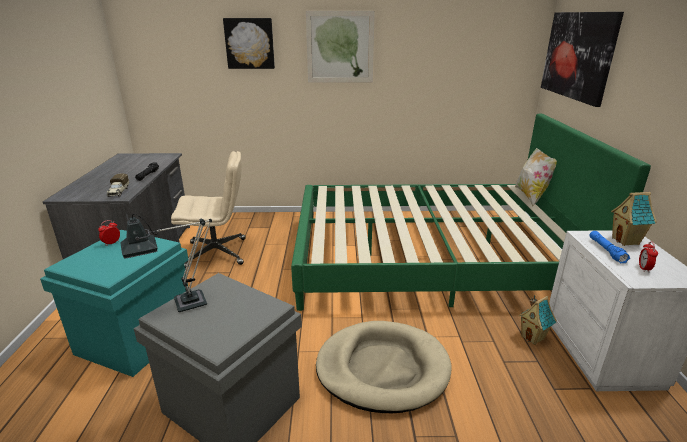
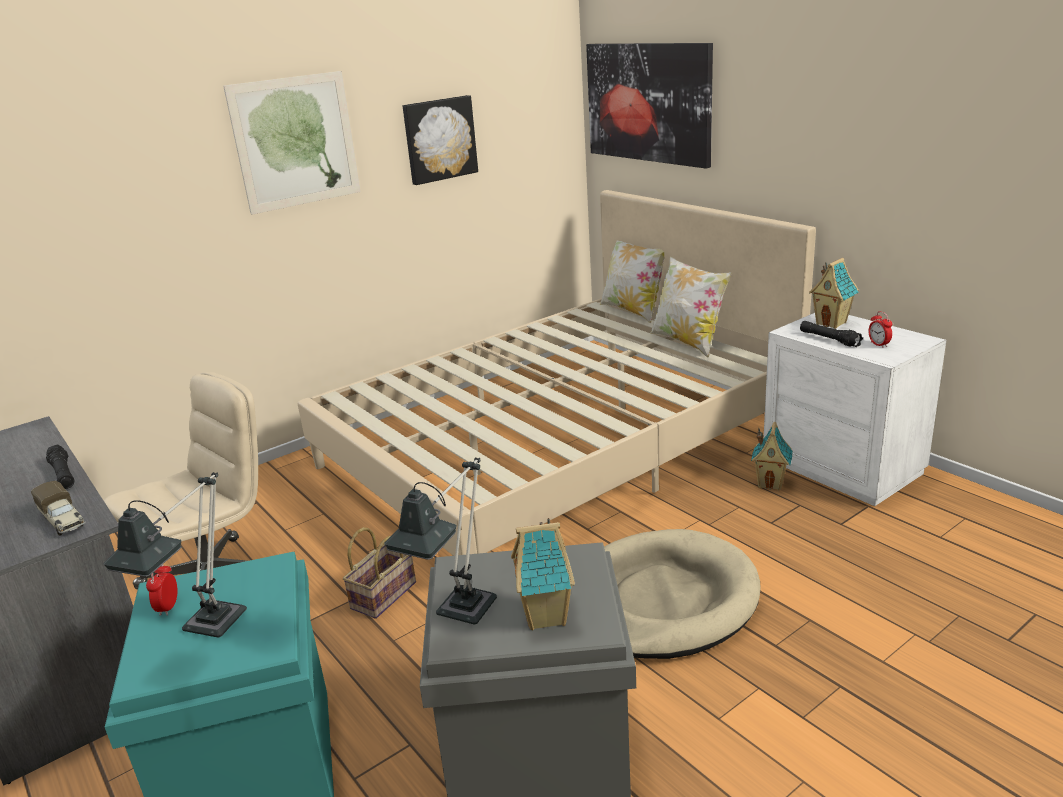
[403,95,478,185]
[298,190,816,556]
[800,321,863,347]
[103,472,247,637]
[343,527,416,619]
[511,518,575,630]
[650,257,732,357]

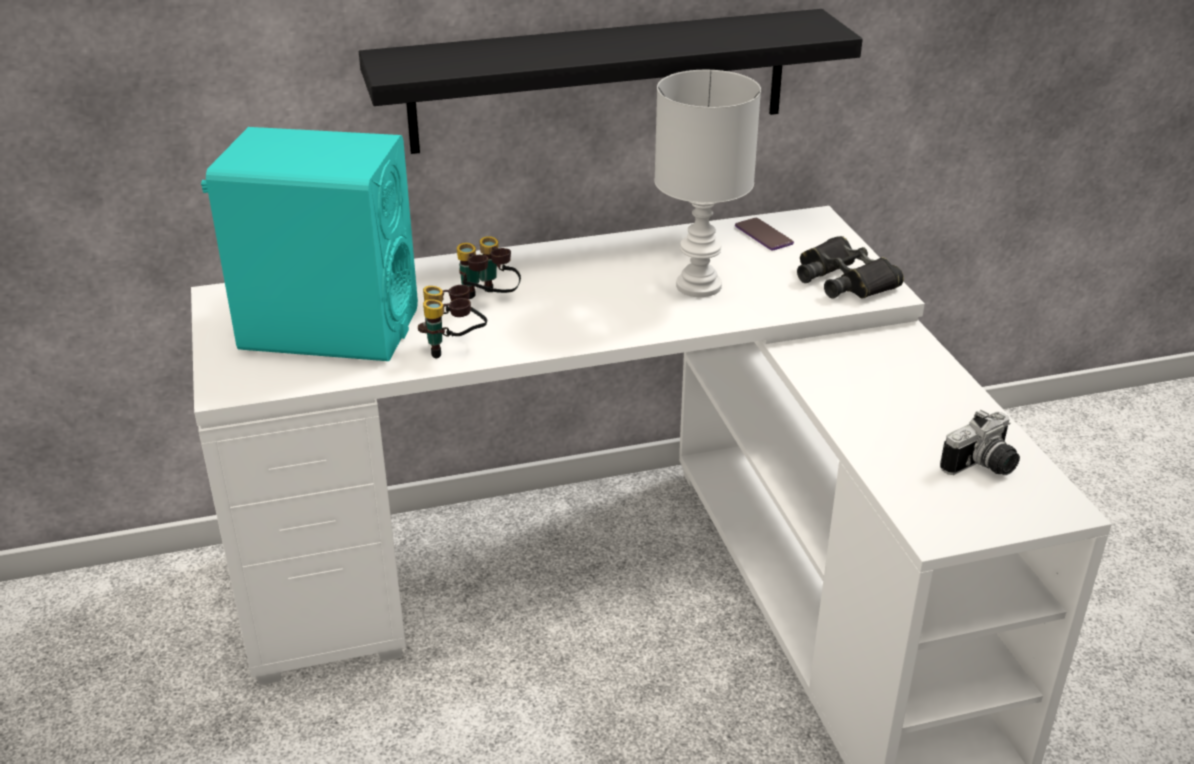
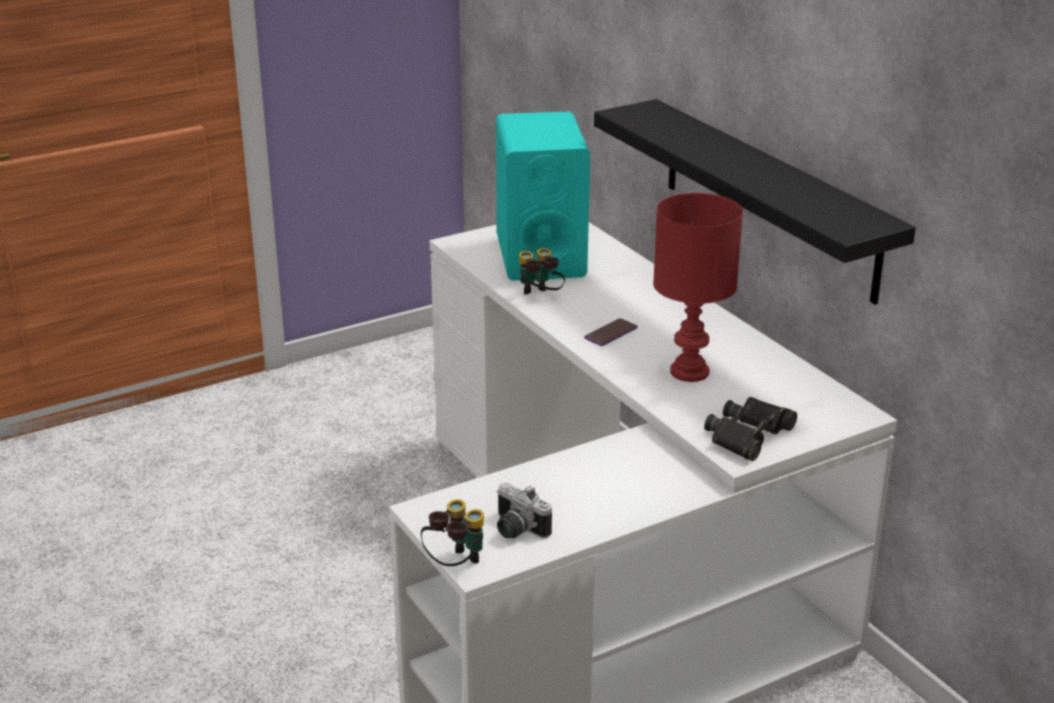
[421,499,484,566]
[653,193,743,382]
[584,318,638,346]

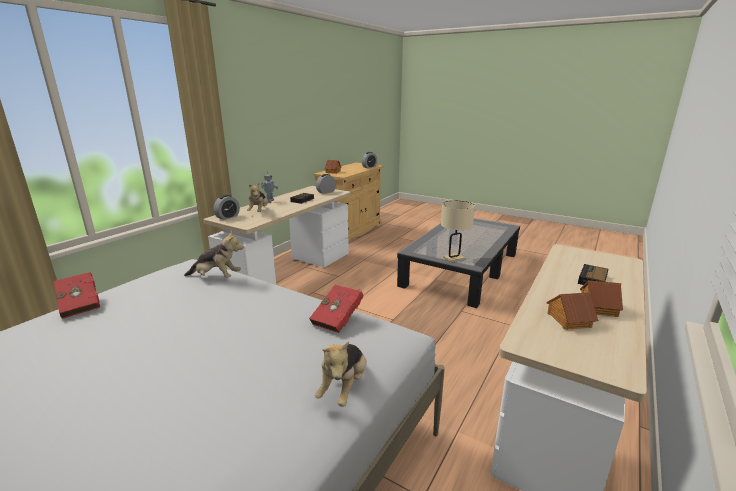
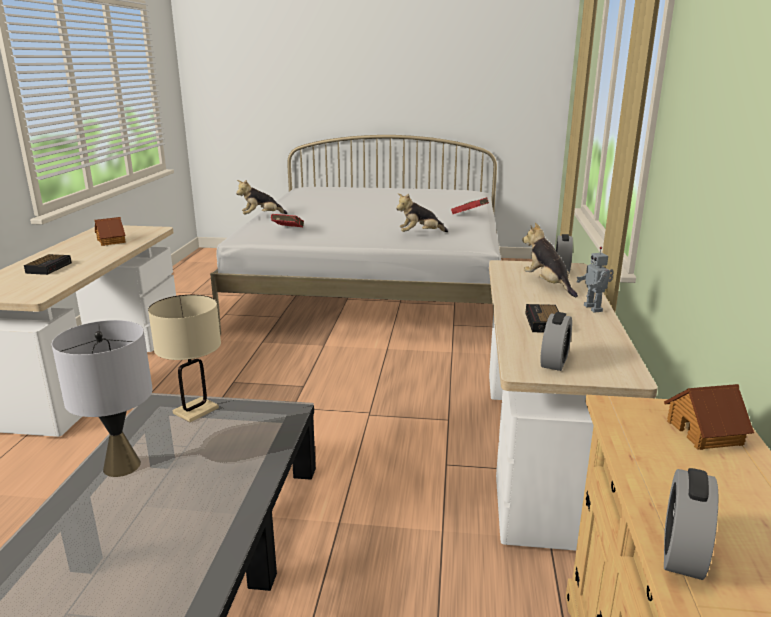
[236,180,288,214]
[580,280,623,317] (first image)
[51,320,153,477]

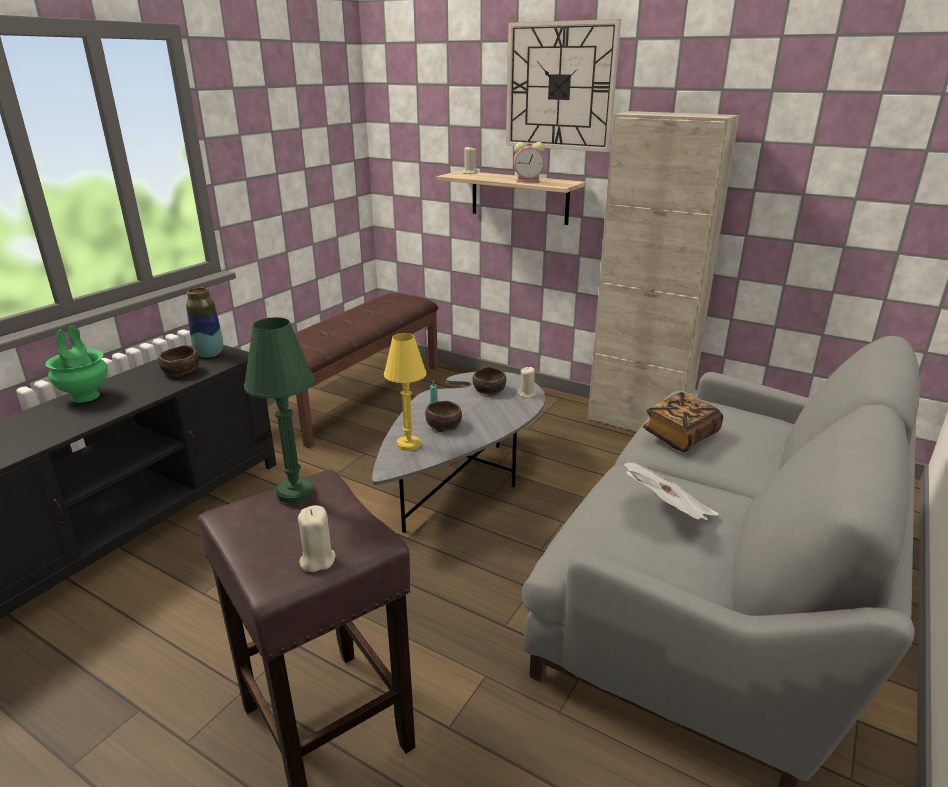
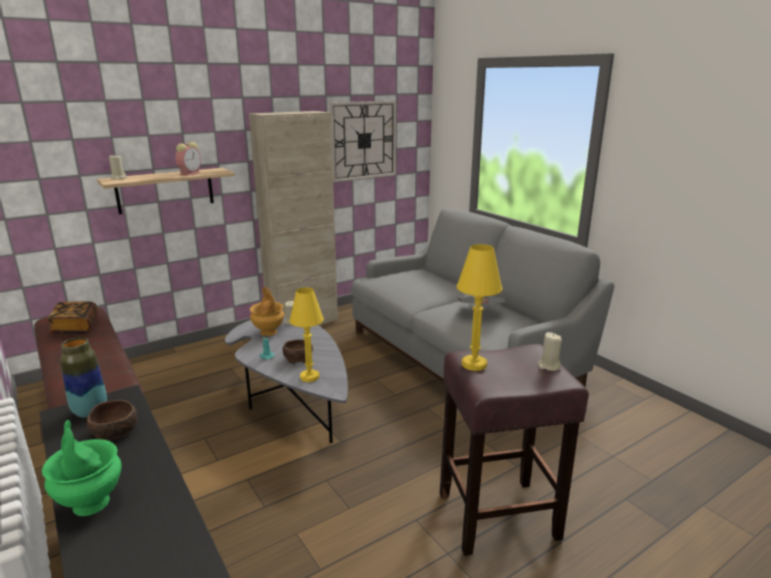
[457,244,502,371]
[250,287,284,336]
[329,101,396,182]
[47,301,98,334]

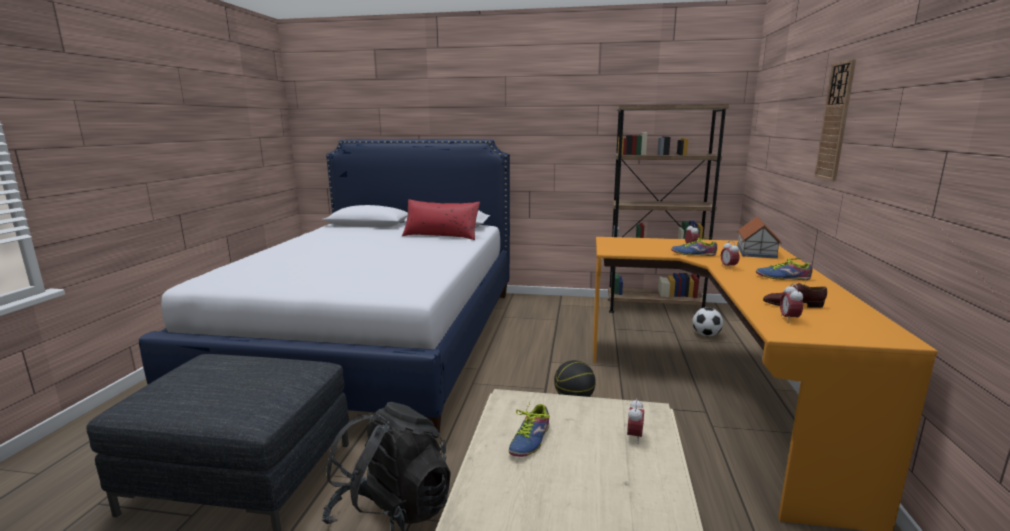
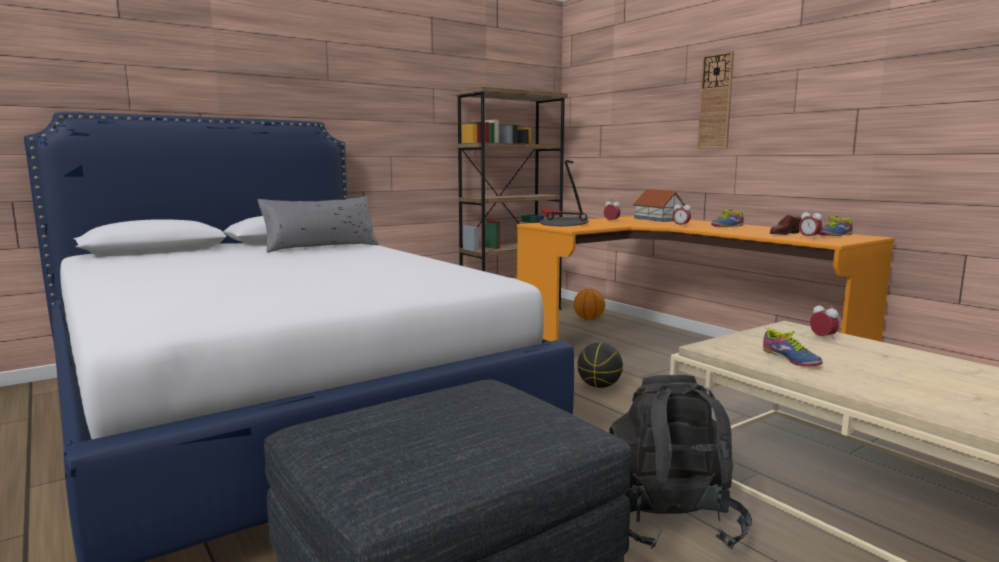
[258,196,378,253]
[819,216,853,236]
[574,288,605,320]
[540,160,589,226]

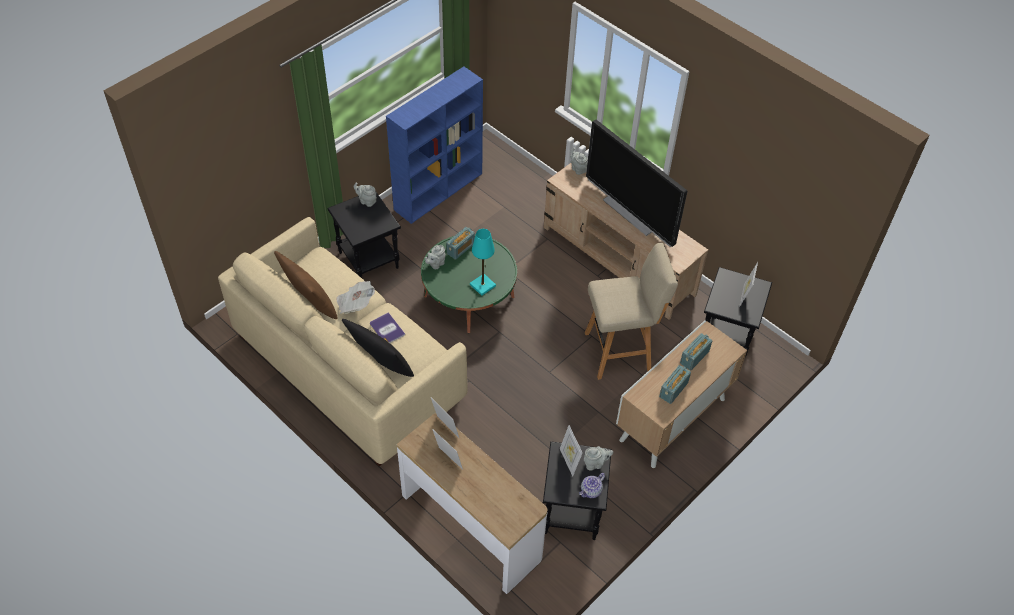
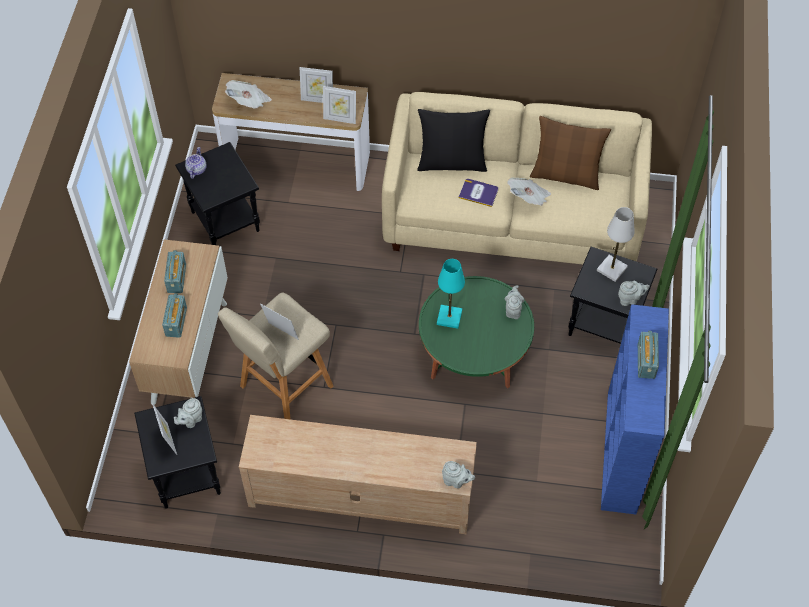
[638,331,659,379]
[260,304,299,340]
[174,398,202,428]
[586,120,687,247] (first image)
[225,80,272,109]
[597,207,635,282]

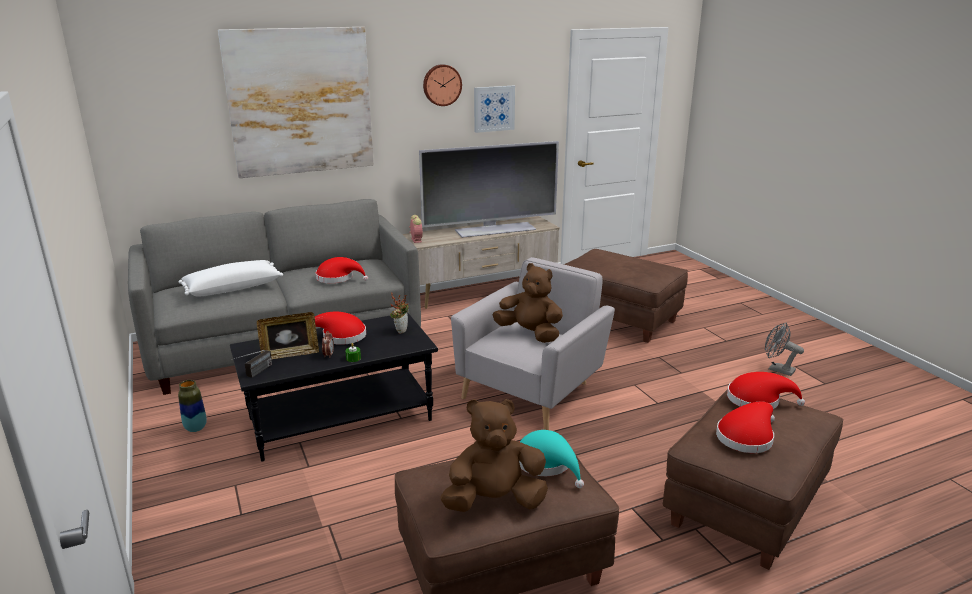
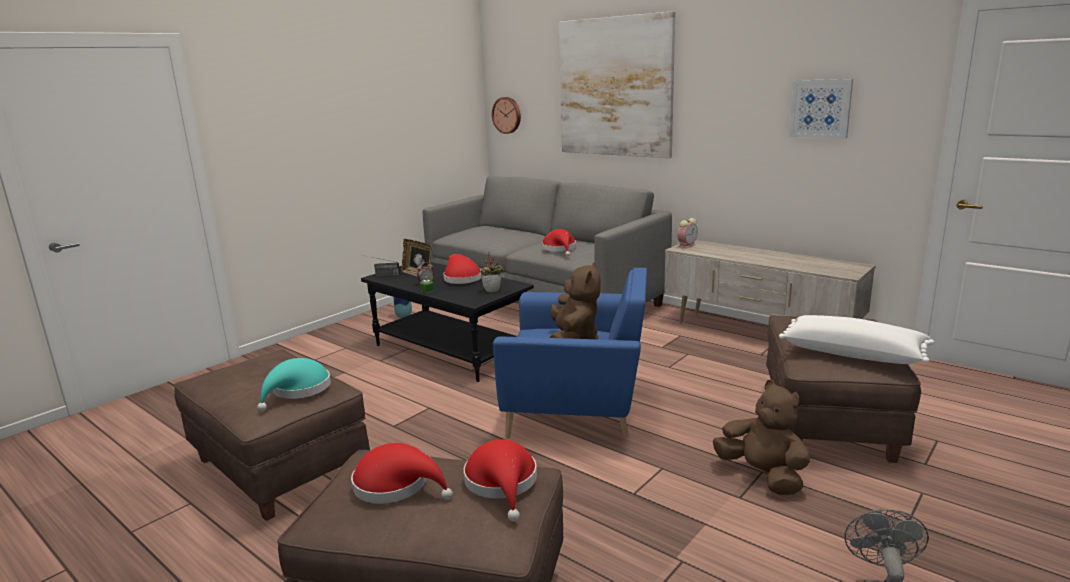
[779,315,934,364]
[419,141,559,238] (first image)
[492,97,521,134]
[713,380,810,495]
[493,267,648,439]

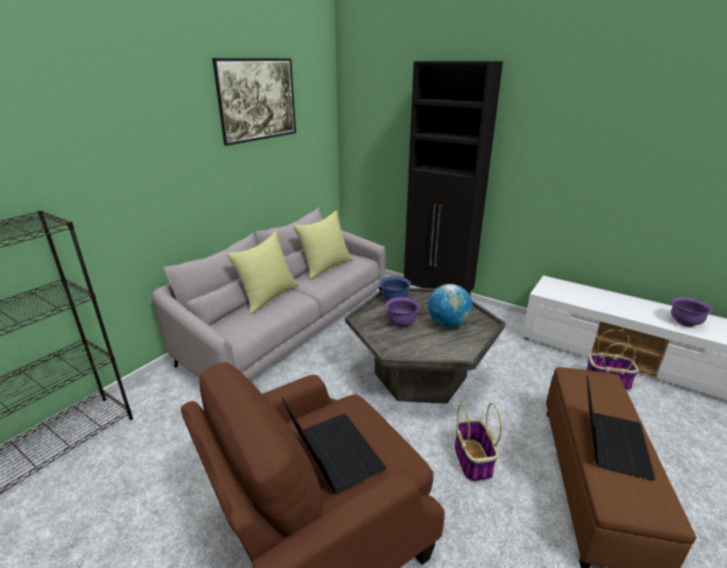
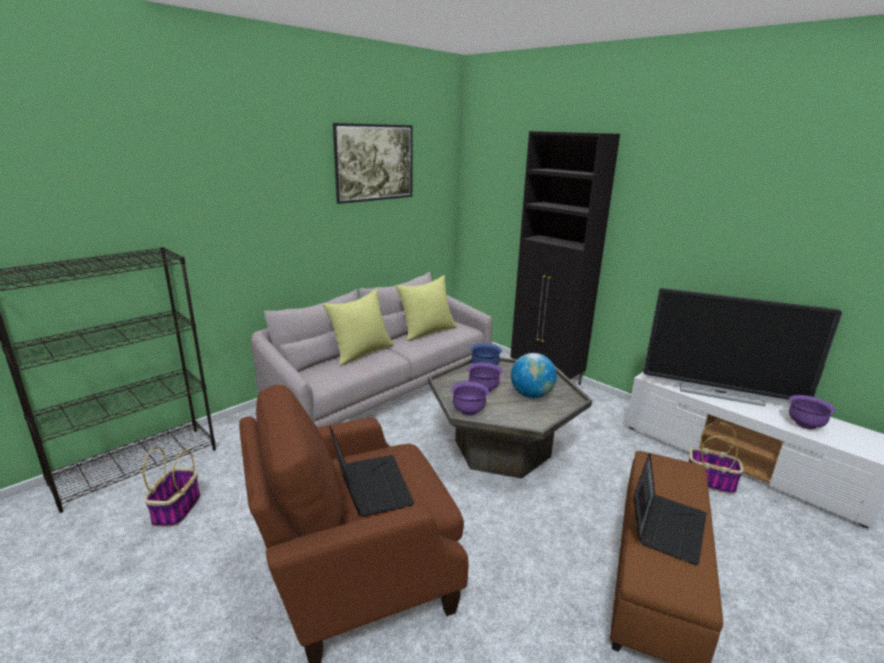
[143,447,200,527]
[451,382,489,416]
[643,288,842,407]

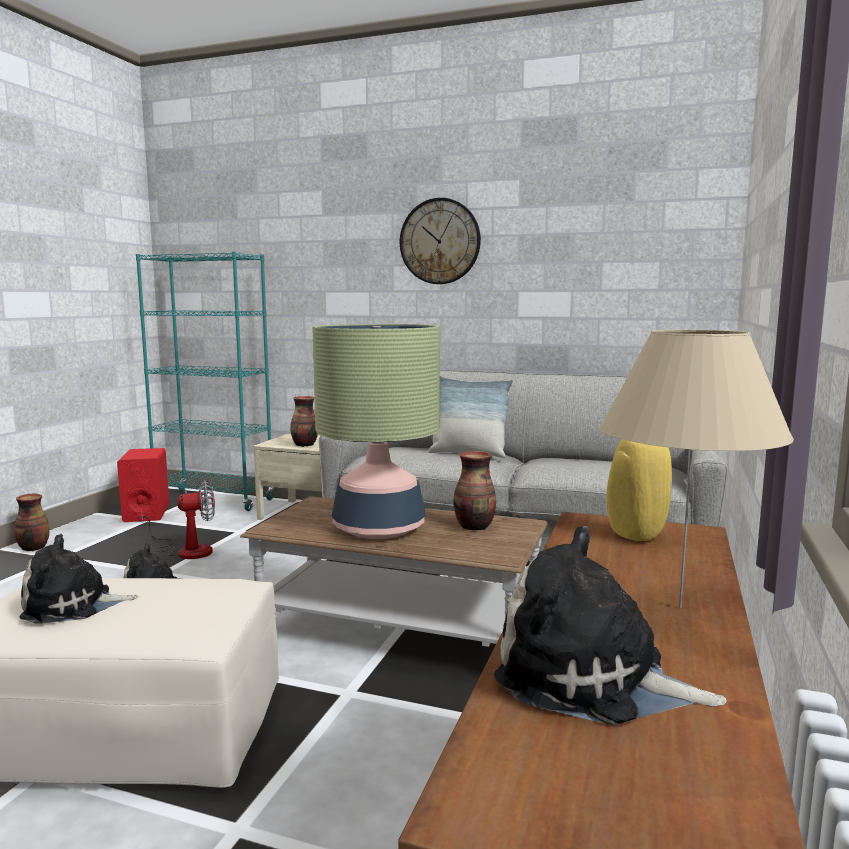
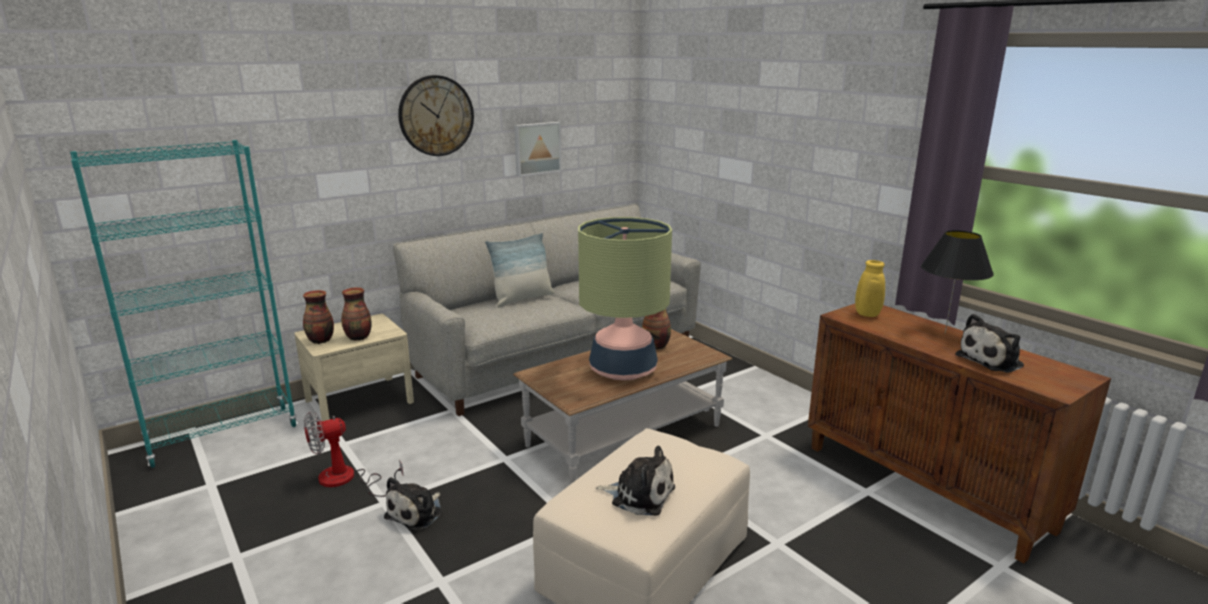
[303,290,334,344]
[596,446,675,516]
[117,448,169,522] (first image)
[304,412,404,497]
[921,230,994,334]
[514,122,562,177]

